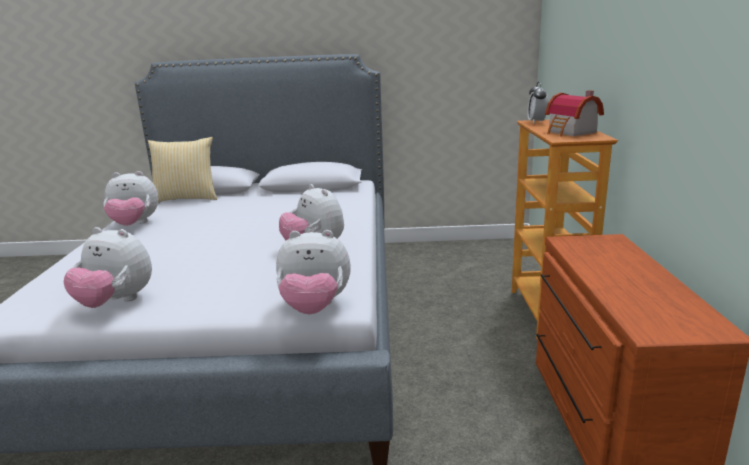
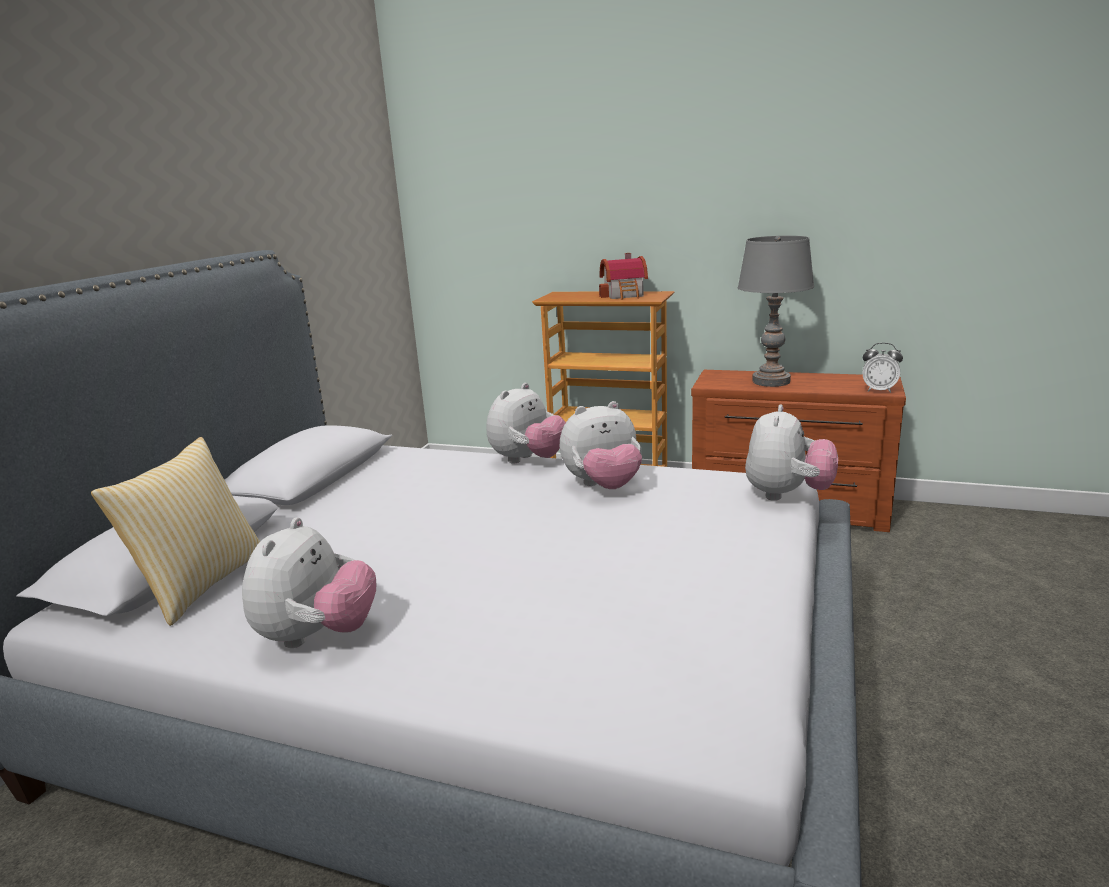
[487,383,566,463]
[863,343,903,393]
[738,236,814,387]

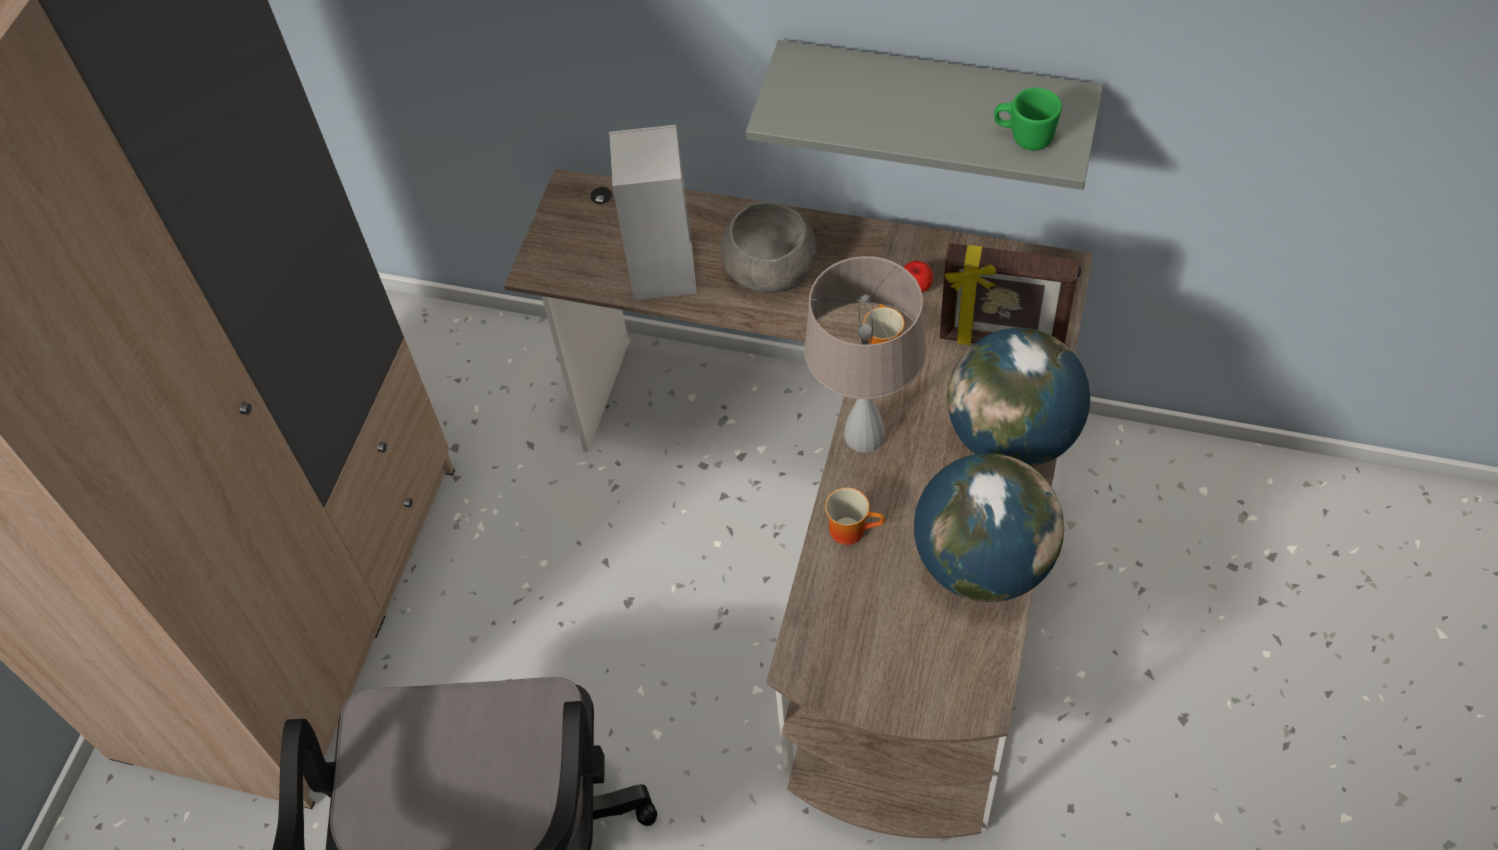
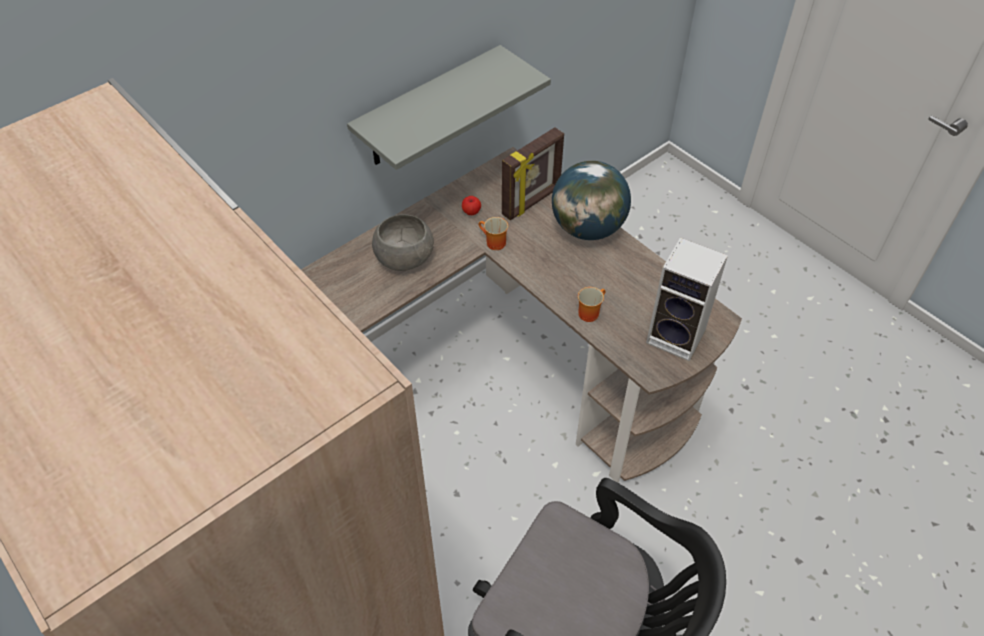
[646,237,728,361]
[804,256,926,453] (first image)
[914,453,1064,602] (first image)
[994,88,1062,150] (first image)

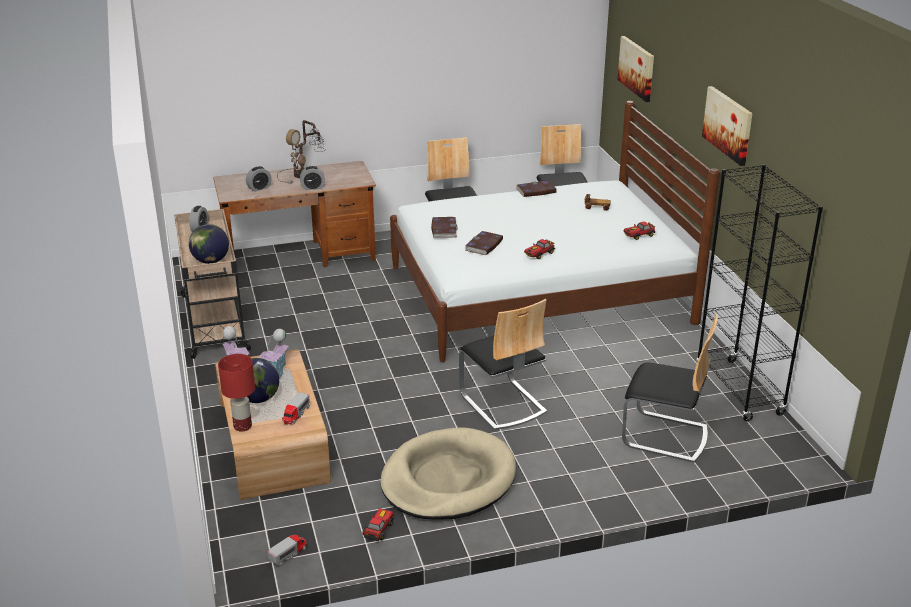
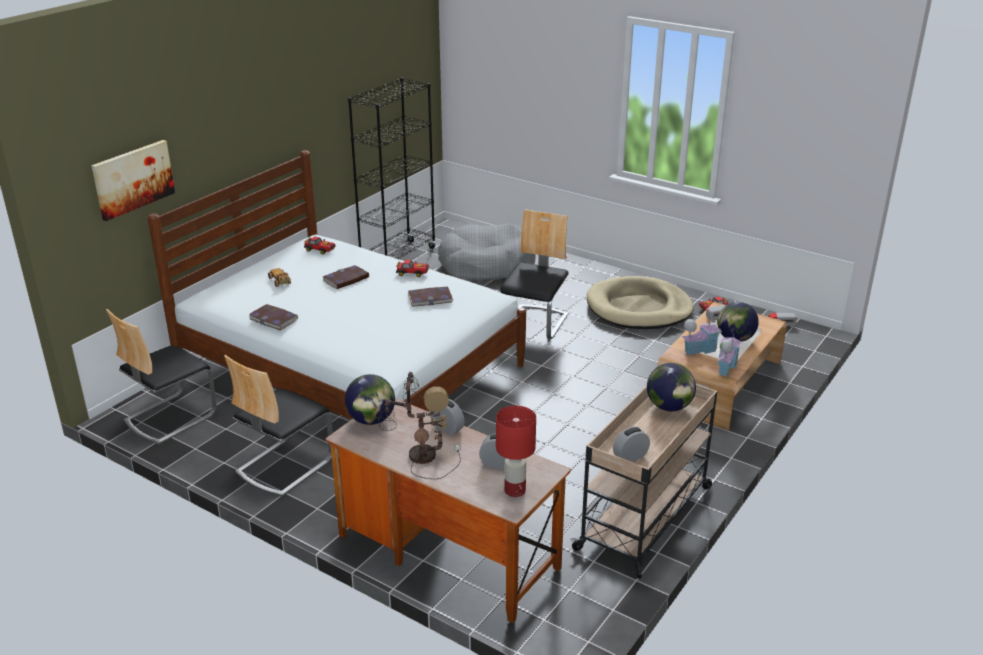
[496,406,536,497]
[322,265,369,289]
[438,224,536,281]
[702,86,753,166] (first image)
[345,374,395,425]

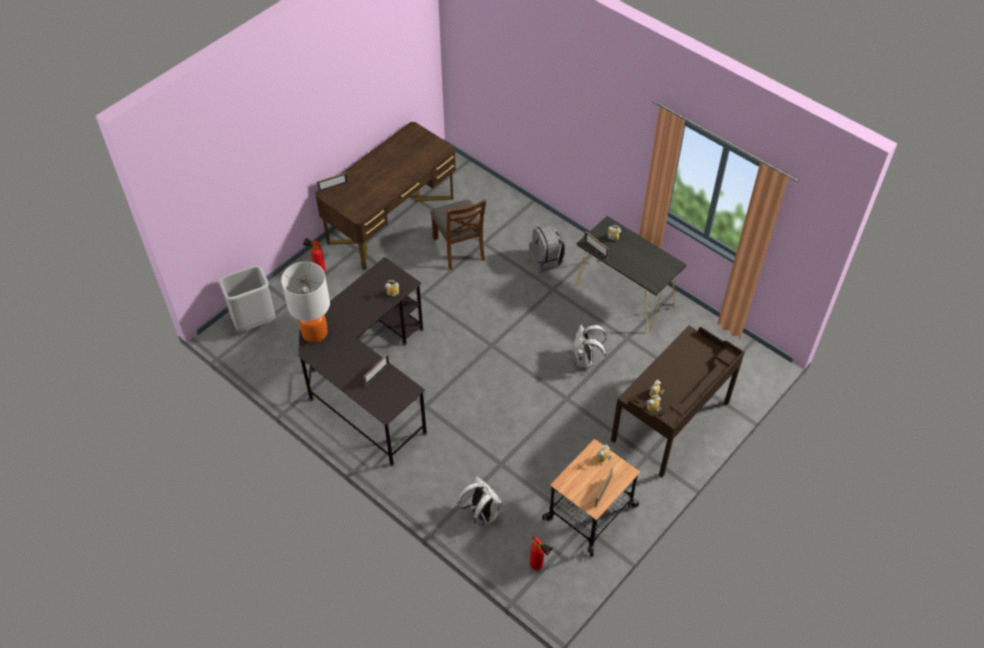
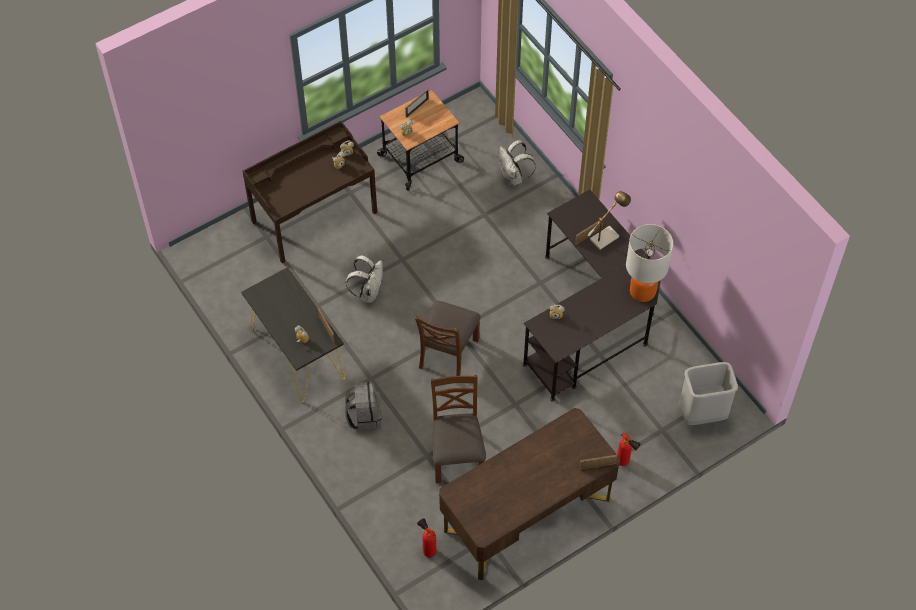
[417,518,436,557]
[415,301,481,376]
[588,191,631,250]

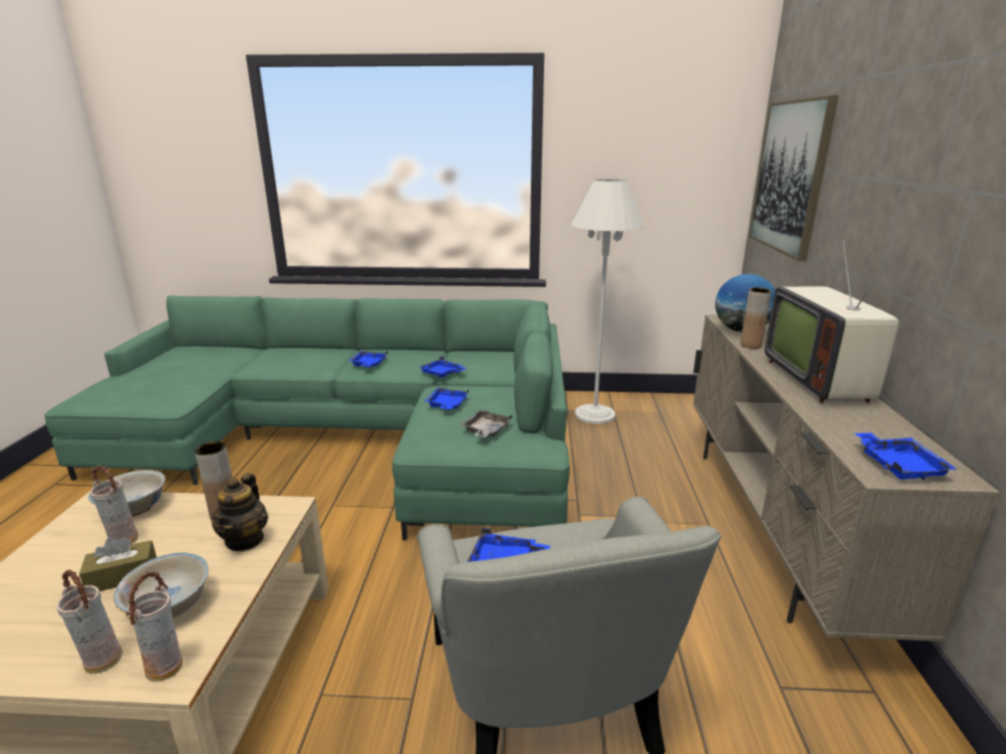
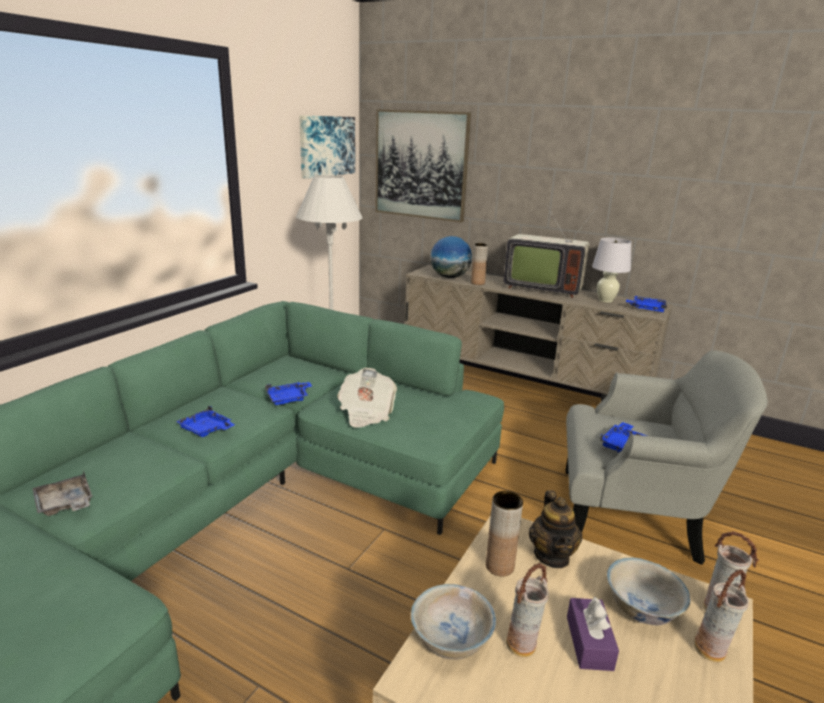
[567,597,619,671]
[528,490,582,568]
[337,368,397,428]
[32,471,93,516]
[299,115,355,179]
[592,237,632,303]

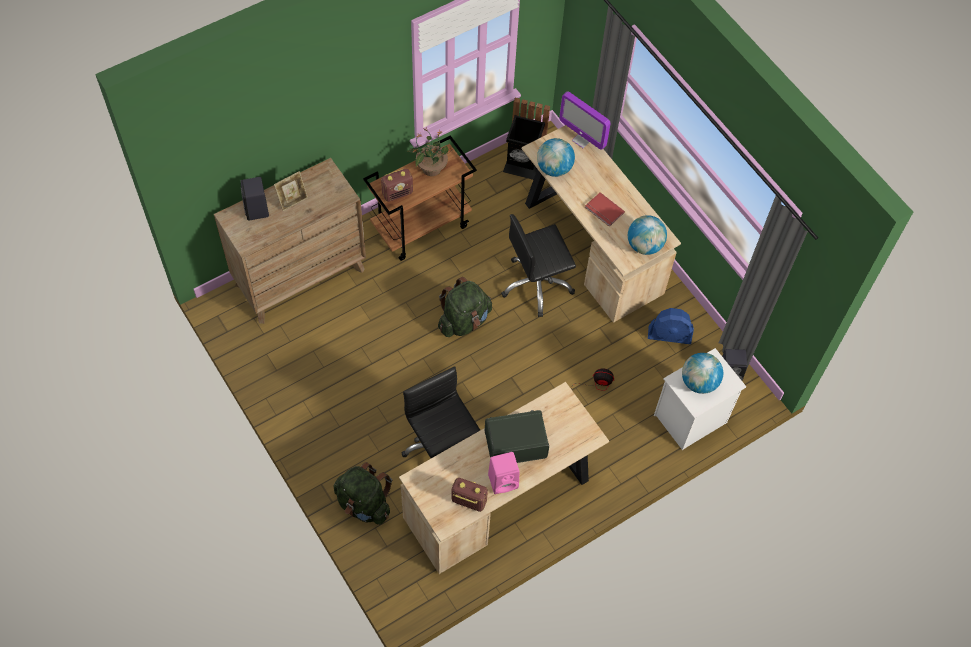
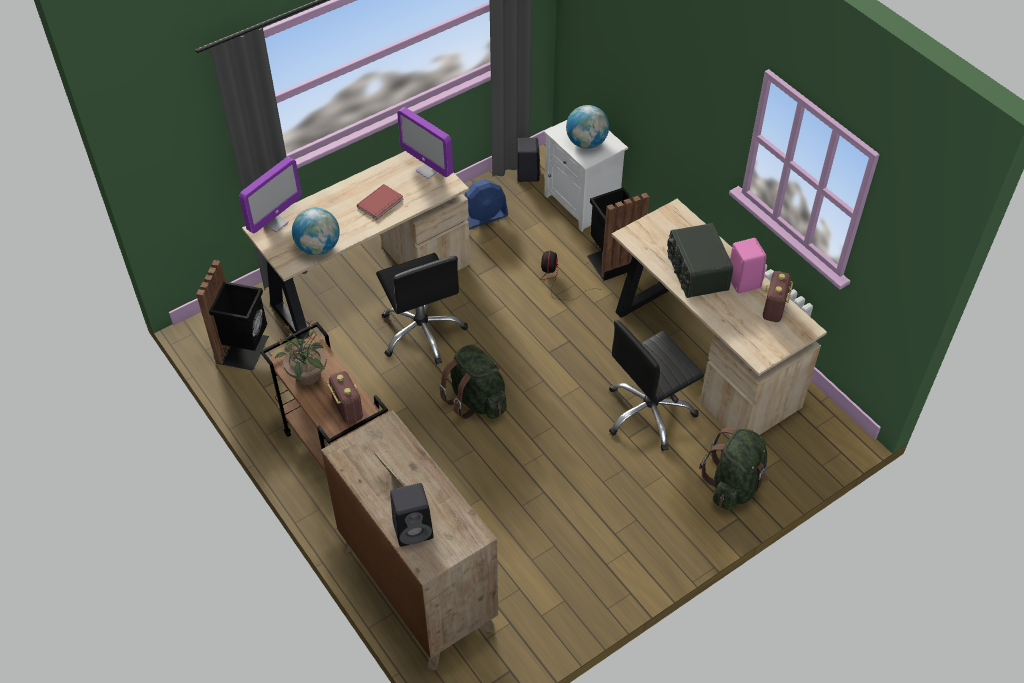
[397,107,453,179]
[465,179,508,229]
[587,187,649,281]

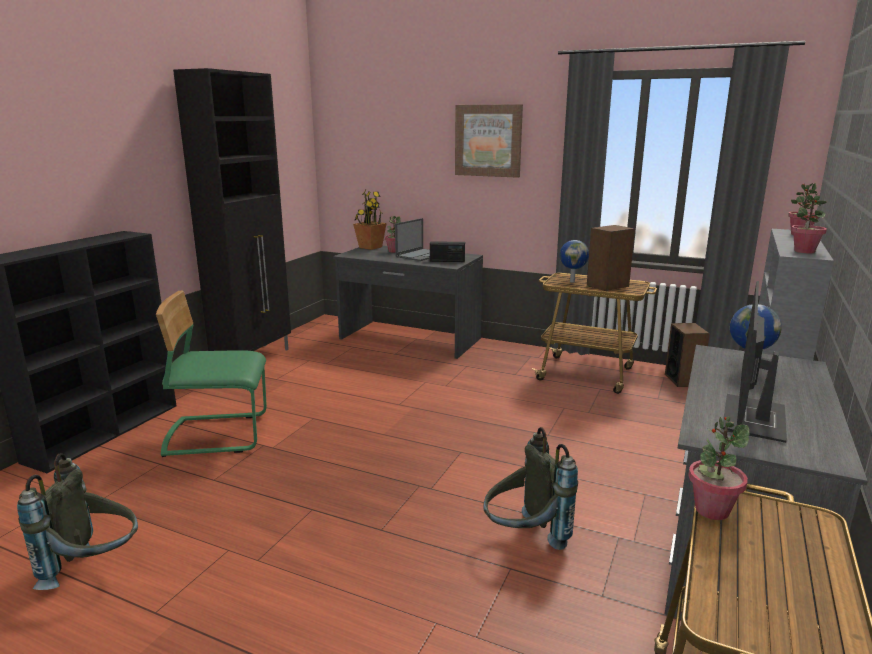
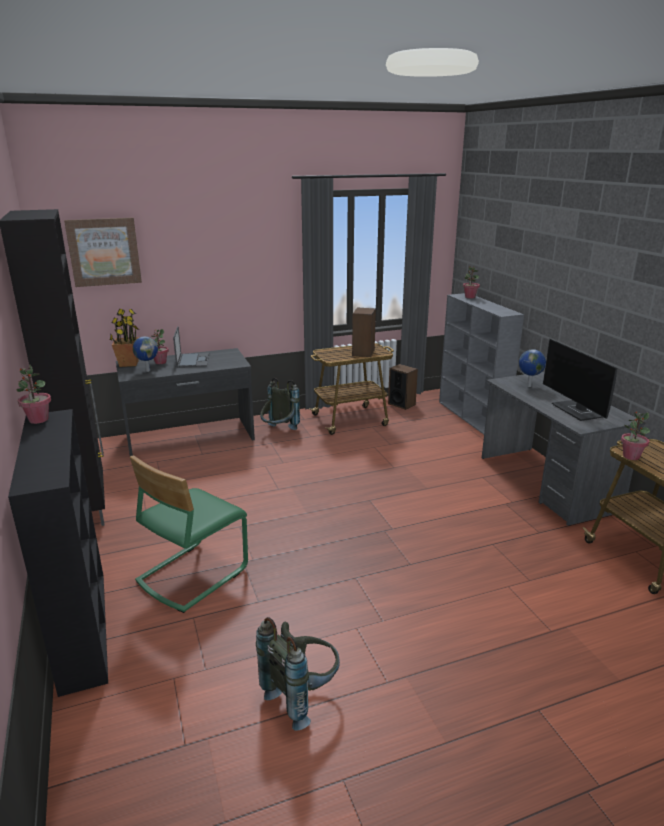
[430,241,465,262] (first image)
[64,218,142,287]
[260,378,300,430]
[133,336,158,372]
[16,365,51,424]

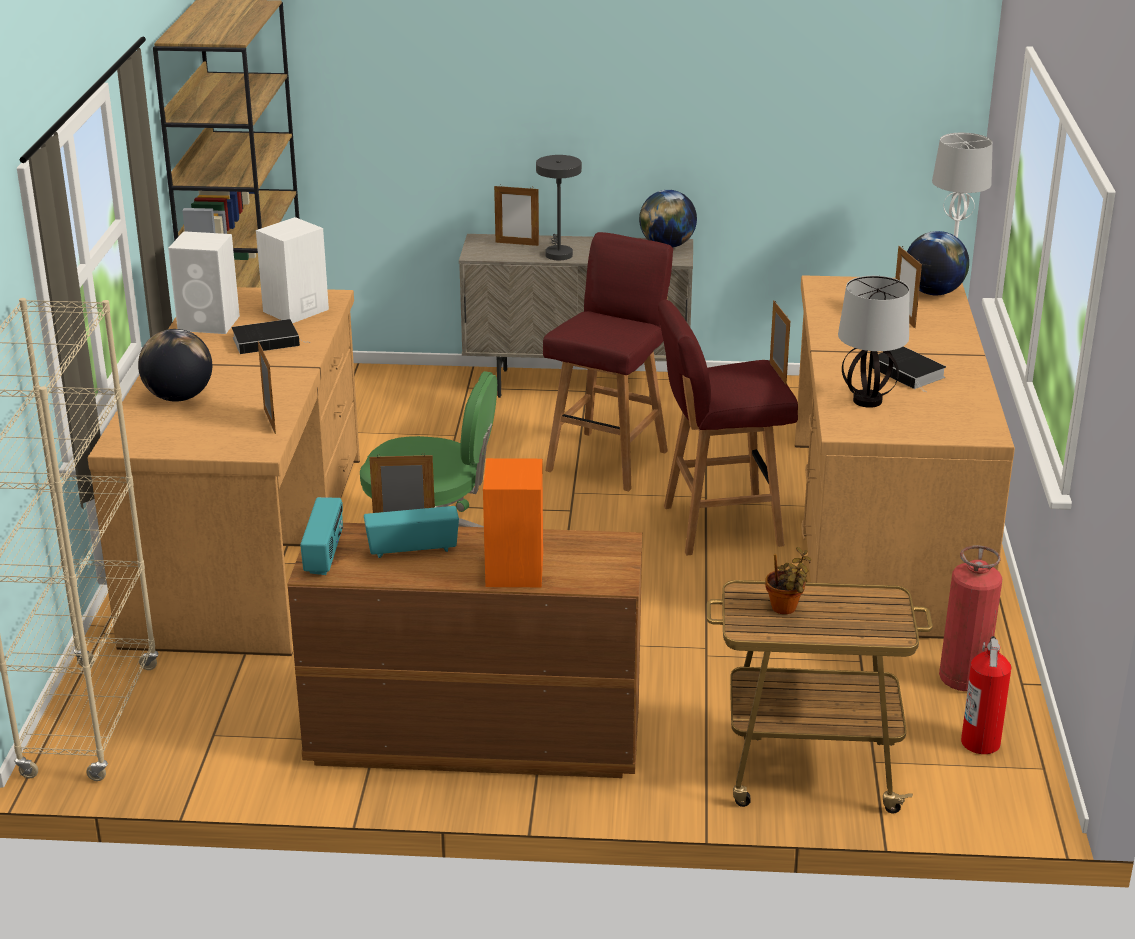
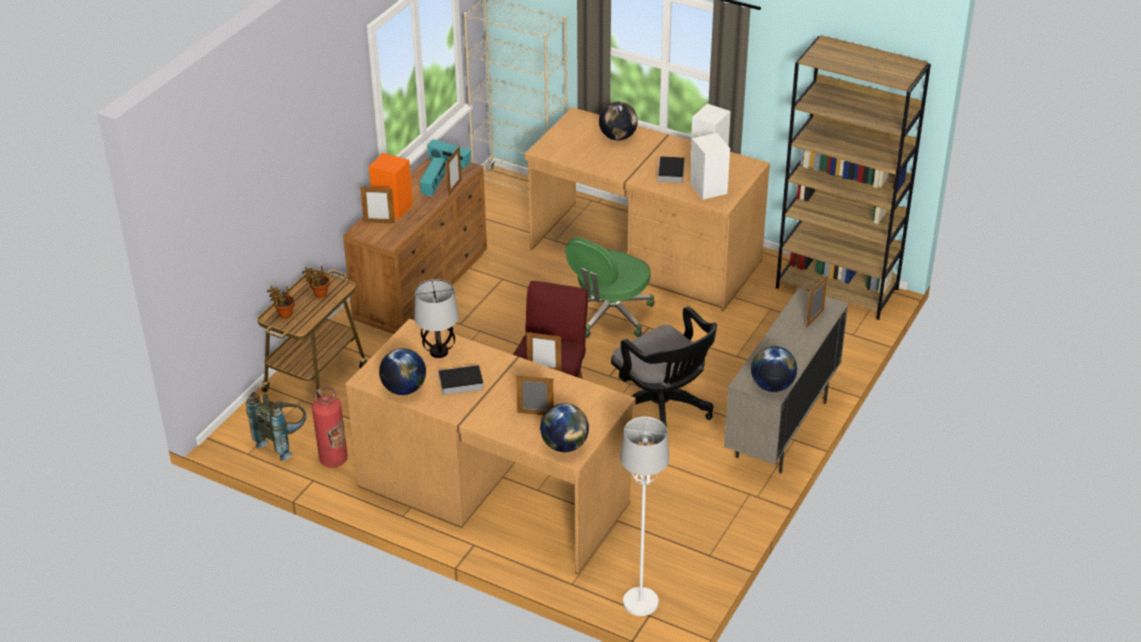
[360,187,395,224]
[536,155,582,260] (first image)
[611,306,717,428]
[246,392,306,461]
[267,286,295,318]
[379,348,426,395]

